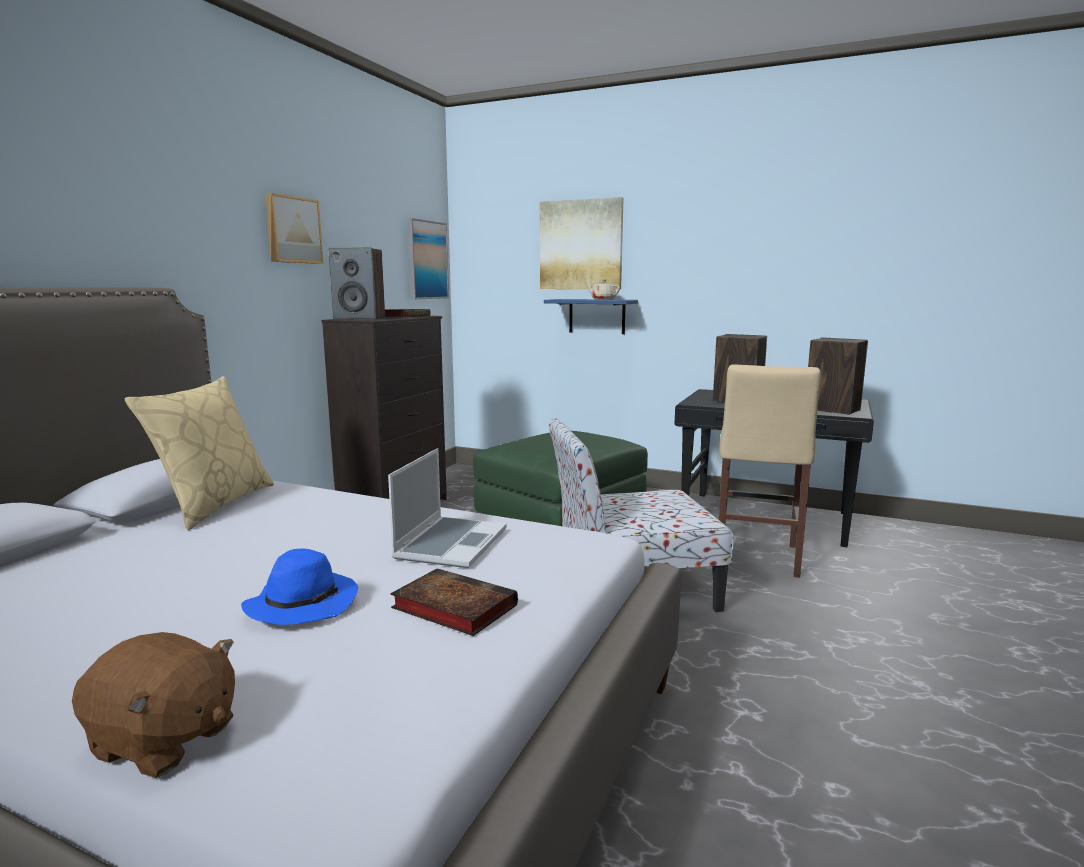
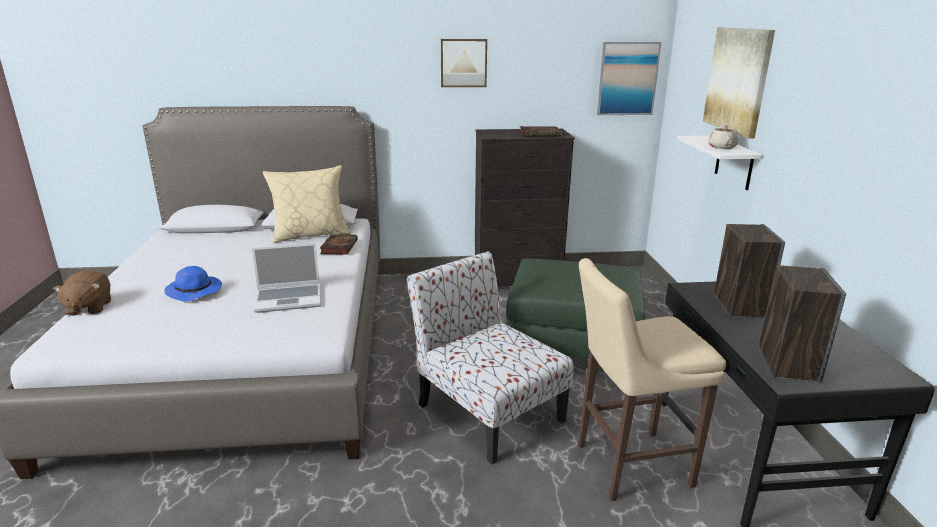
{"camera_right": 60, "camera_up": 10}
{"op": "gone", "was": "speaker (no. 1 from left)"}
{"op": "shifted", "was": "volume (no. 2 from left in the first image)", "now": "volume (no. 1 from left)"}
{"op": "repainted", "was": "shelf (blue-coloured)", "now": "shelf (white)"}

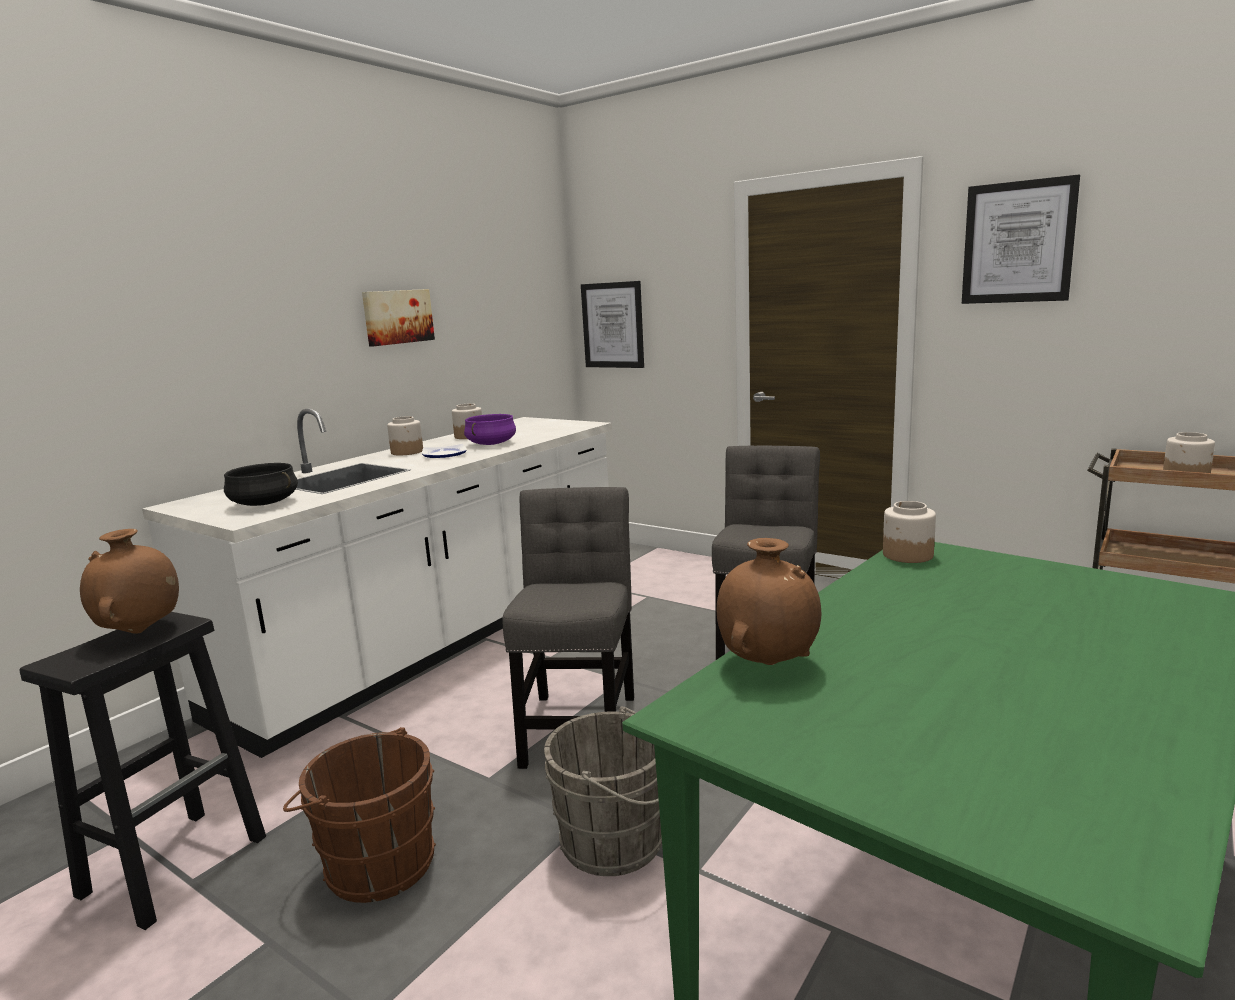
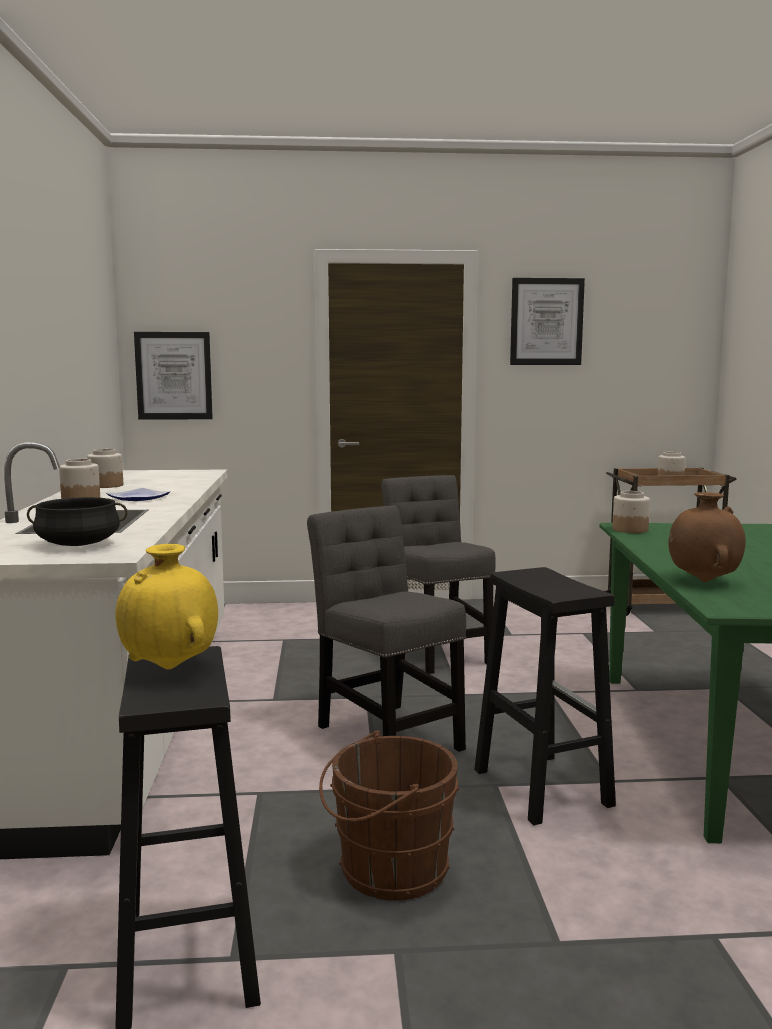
{"camera_right": -40, "camera_up": -5}
{"op": "gone", "was": "picture (no. 1 from left)"}
{"op": "gone", "was": "saucepot (purple-coloured)"}
{"op": "swapped", "was": "pail (greyish)", "now": "sitting stool (black-coloured) (no. 2 from left)"}
{"op": "repainted", "was": "vase (brownish) (no. 1 from left)", "now": "vase (yellow)"}

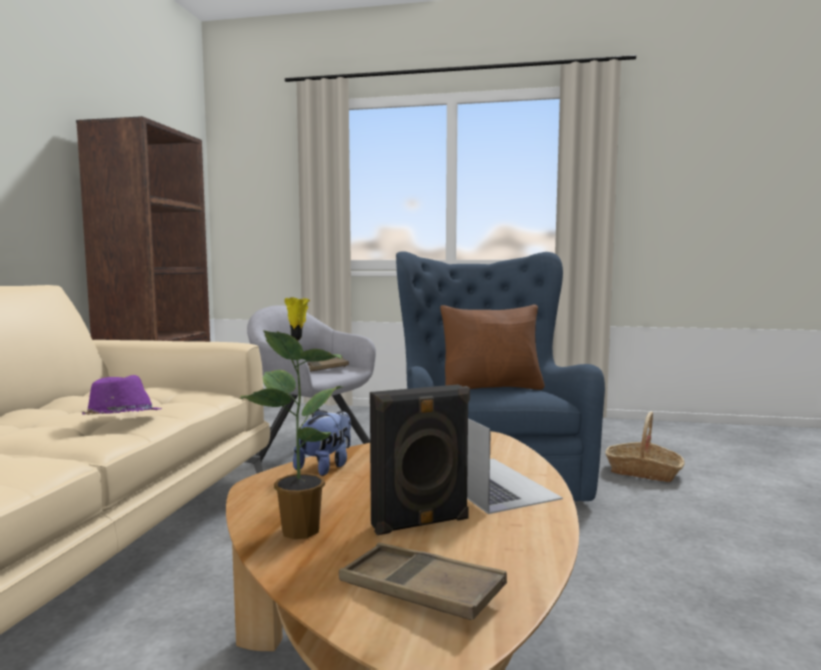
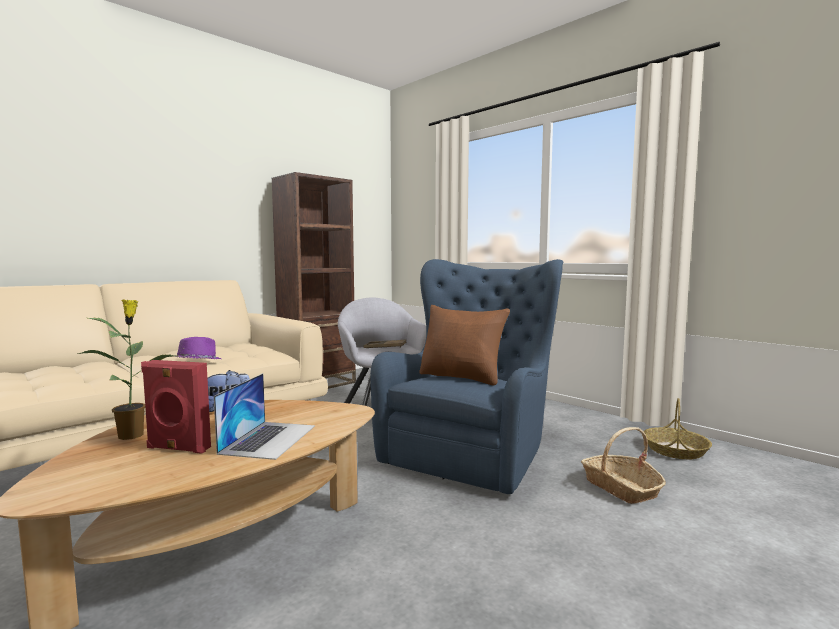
{"camera_right": 35, "camera_up": 0}
{"op": "gone", "was": "serving tray (brownish) (no. 2 from left)"}
{"op": "new", "now": "storage basket (no. 2 from left)"}
{"op": "repainted", "was": "speaker (black-coloured)", "now": "speaker (red-coloured)"}

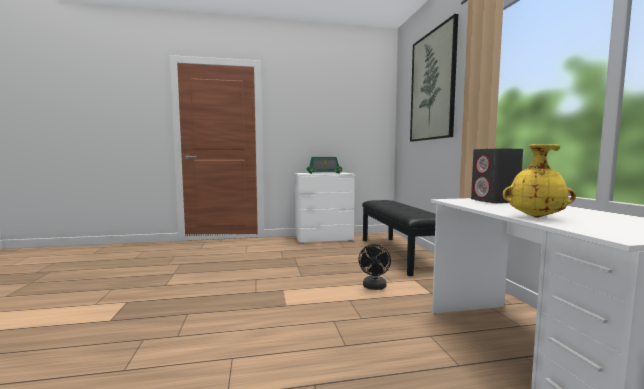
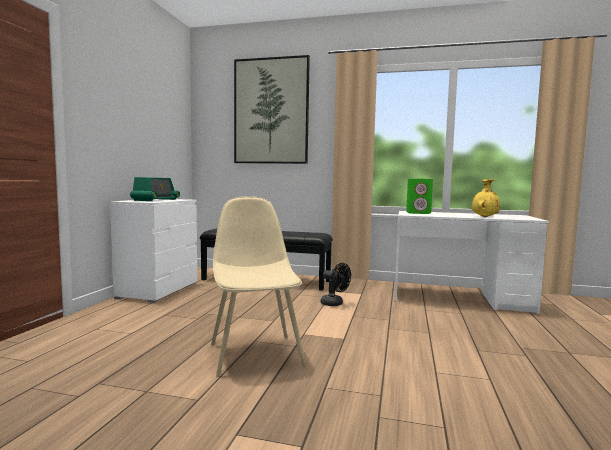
{"camera_right": -65, "camera_up": 0}
{"op": "new", "now": "chair (sand-coloured)"}
{"op": "repainted", "was": "speaker (greyish)", "now": "speaker (greenish)"}

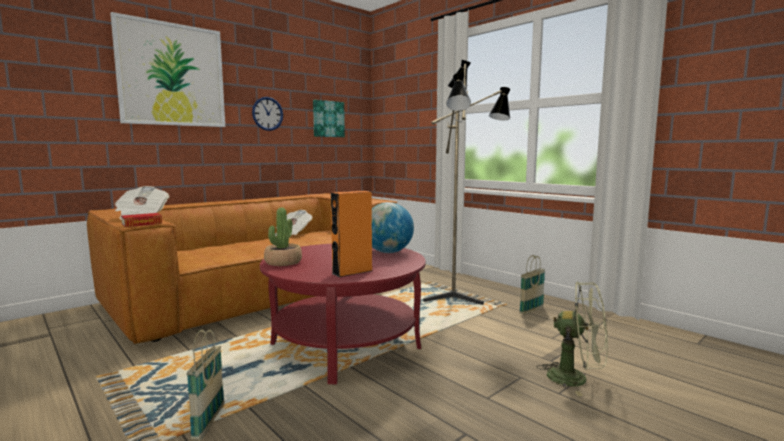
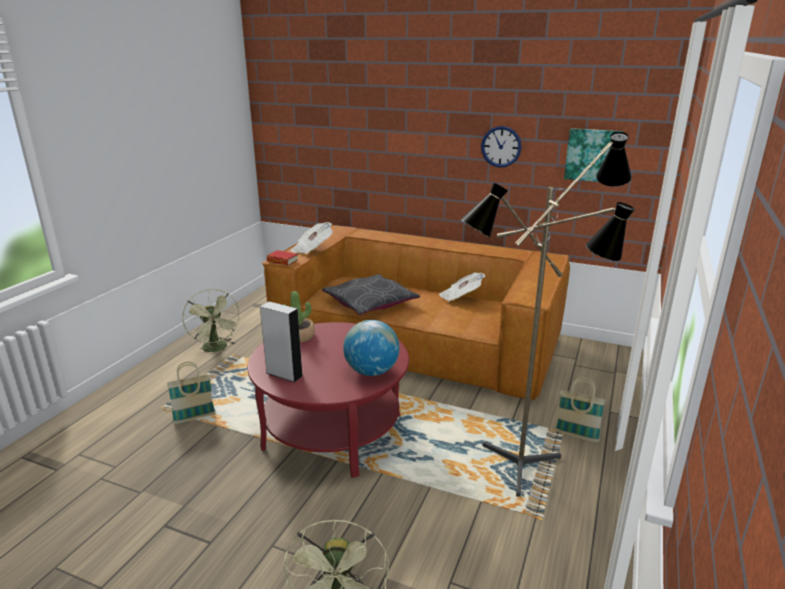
{"camera_right": 65, "camera_up": 15}
{"op": "gone", "was": "picture (no. 1 from left)"}
{"op": "new", "now": "electric fan (greenish) (no. 1 from left)"}
{"op": "new", "now": "pillow (greyish)"}
{"op": "shifted", "was": "storage basket (no. 2 from left)"}
{"op": "repainted", "was": "speaker (orange-coloured)", "now": "speaker (greyish)"}

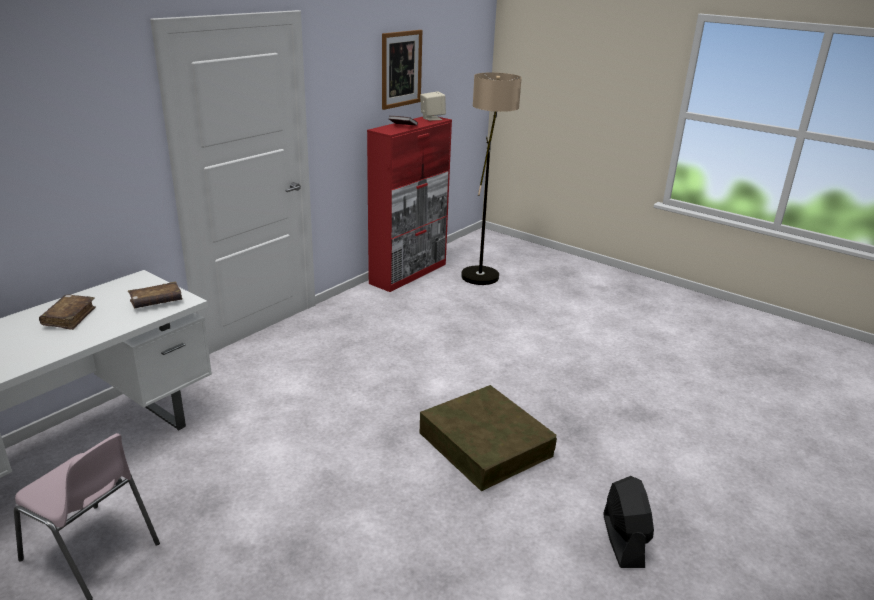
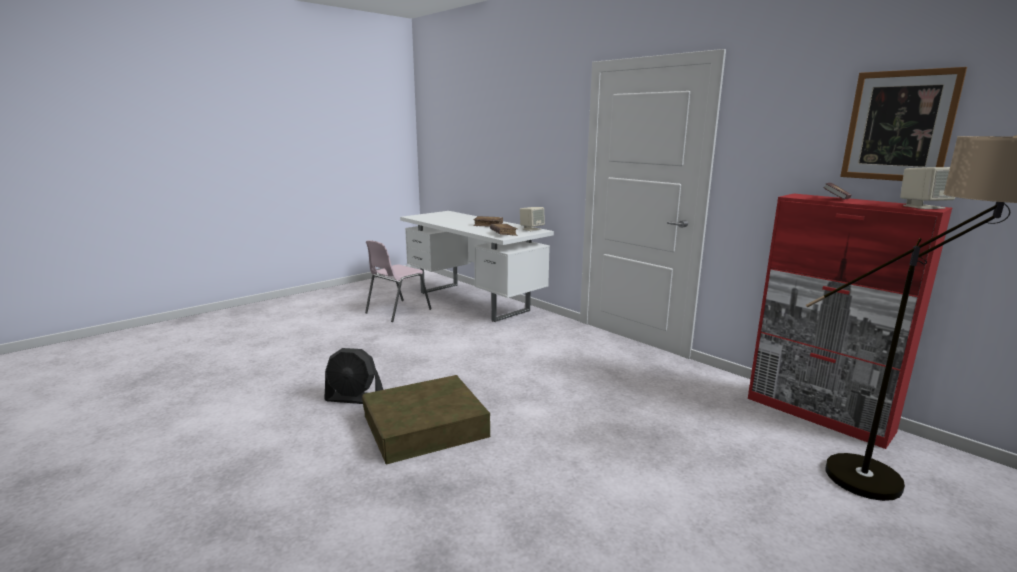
{"camera_right": 100, "camera_up": -10}
{"op": "new", "now": "speaker (sand-coloured) (no. 1 from left)"}
{"op": "shifted", "was": "electric fan (black-coloured)"}

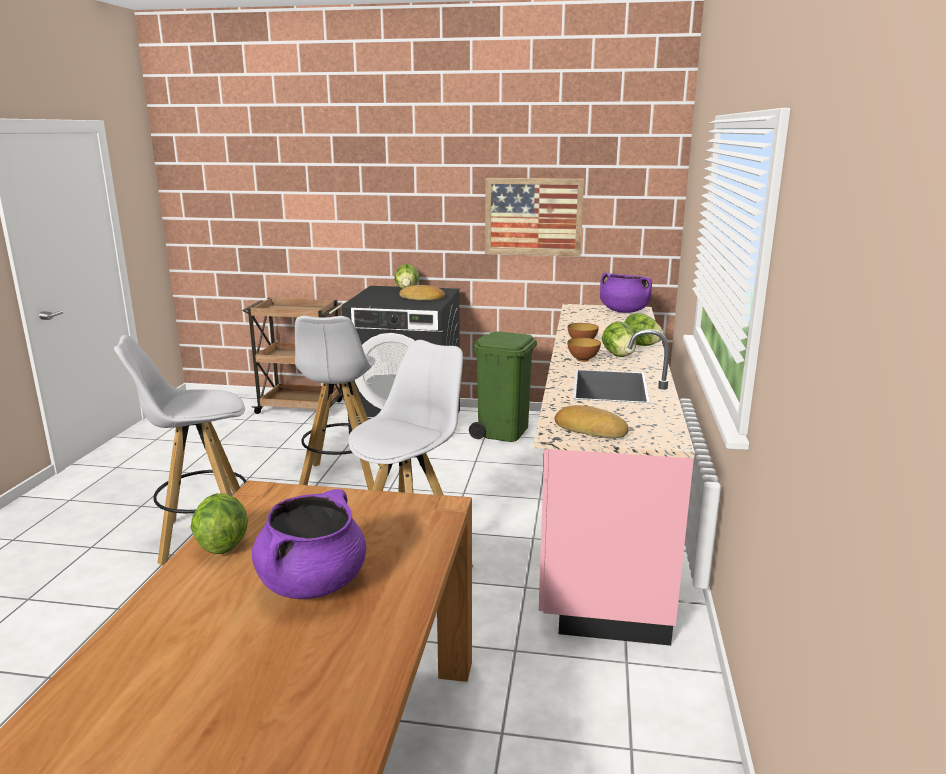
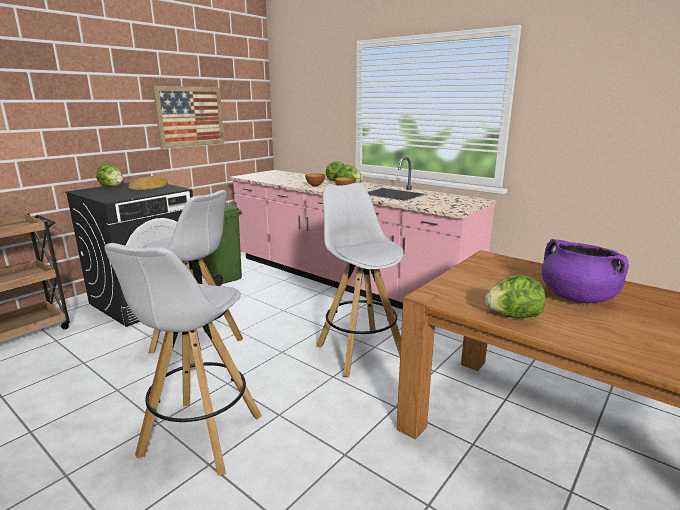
{"camera_right": -60, "camera_up": 0}
{"op": "gone", "was": "bakery bread (no. 2 from left)"}
{"op": "gone", "was": "saucepot (purple-coloured) (no. 2 from left)"}

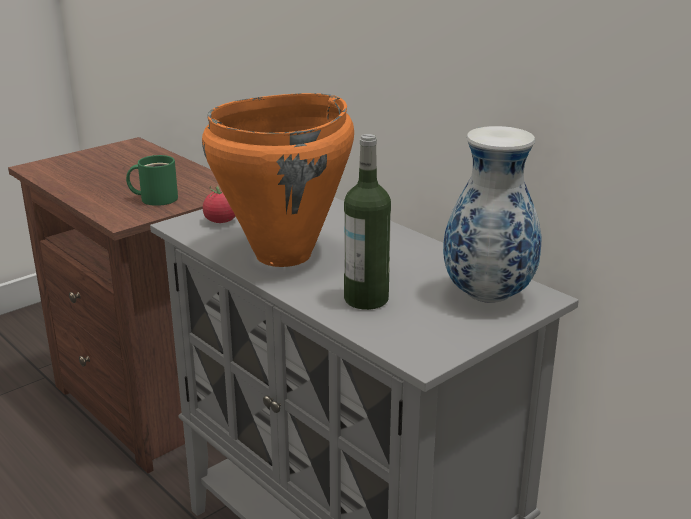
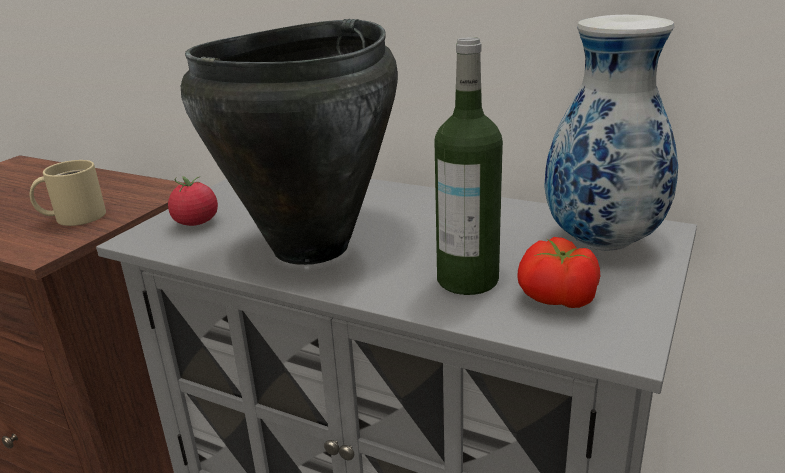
{"camera_right": -20, "camera_up": 0}
{"op": "new", "now": "tomato (no. 2 from left)"}
{"op": "repainted", "was": "tea mug (greenish)", "now": "tea mug (sand-coloured)"}
{"op": "repainted", "was": "saucepot (orange-coloured)", "now": "saucepot (black-coloured)"}

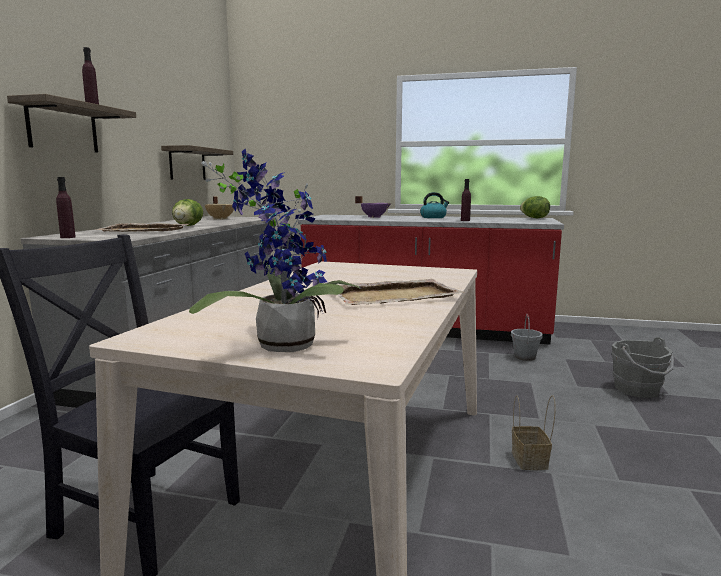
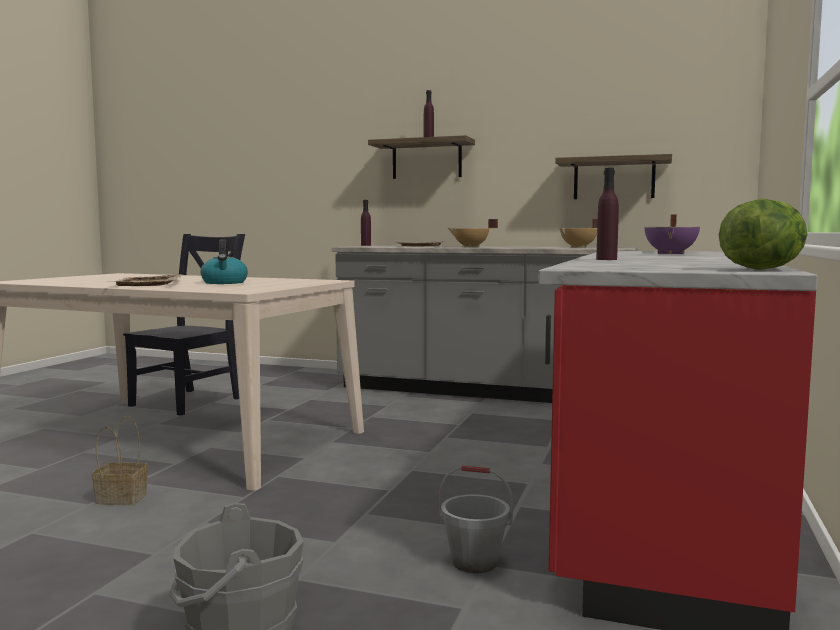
{"camera_right": 95, "camera_up": -5}
{"op": "gone", "was": "houseplant"}
{"op": "shifted", "was": "tea kettle"}
{"op": "swapped", "was": "lettuce (no. 1 from left)", "now": "saucepot (sand-coloured) (no. 1 from left)"}

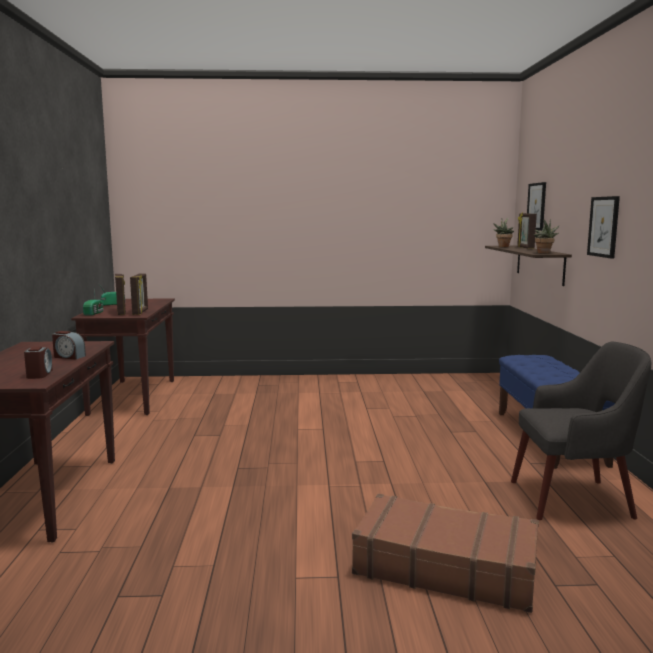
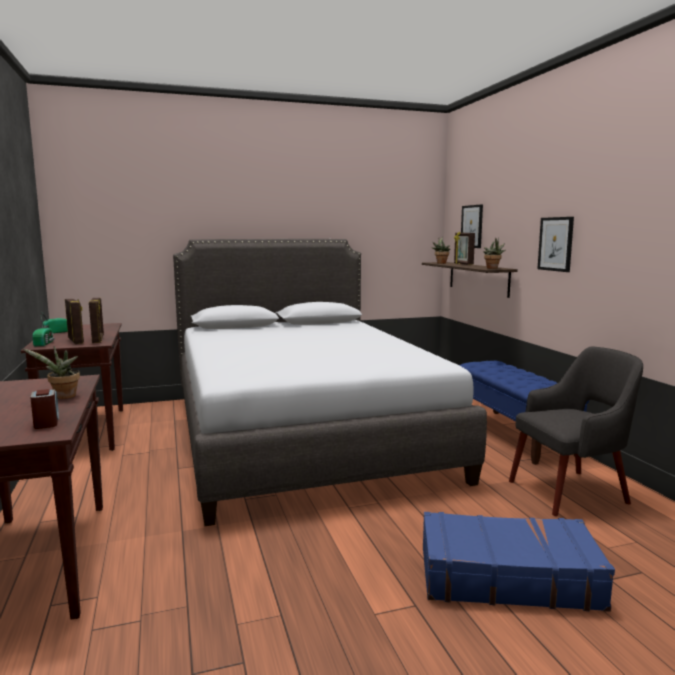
{"camera_right": -15, "camera_up": 0}
{"op": "new", "now": "bedroom bed (greyish)"}
{"op": "swapped", "was": "alarm clock (no. 2 from left)", "now": "houseplant (no. 1 from left)"}
{"op": "repainted", "was": "travel case (brownish)", "now": "travel case (blue-coloured)"}

